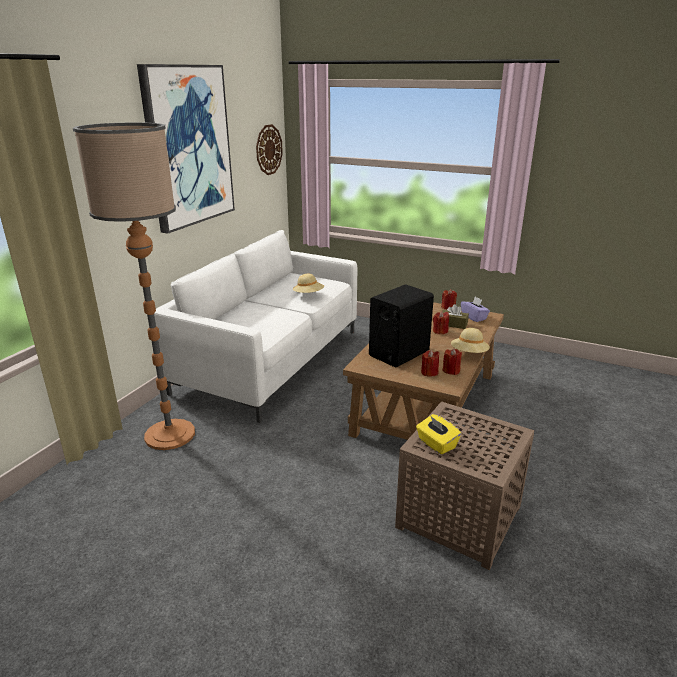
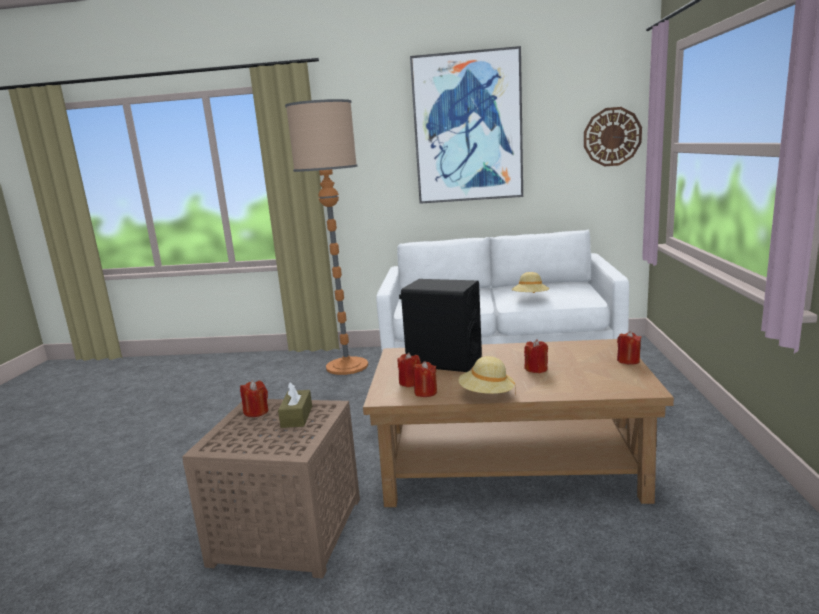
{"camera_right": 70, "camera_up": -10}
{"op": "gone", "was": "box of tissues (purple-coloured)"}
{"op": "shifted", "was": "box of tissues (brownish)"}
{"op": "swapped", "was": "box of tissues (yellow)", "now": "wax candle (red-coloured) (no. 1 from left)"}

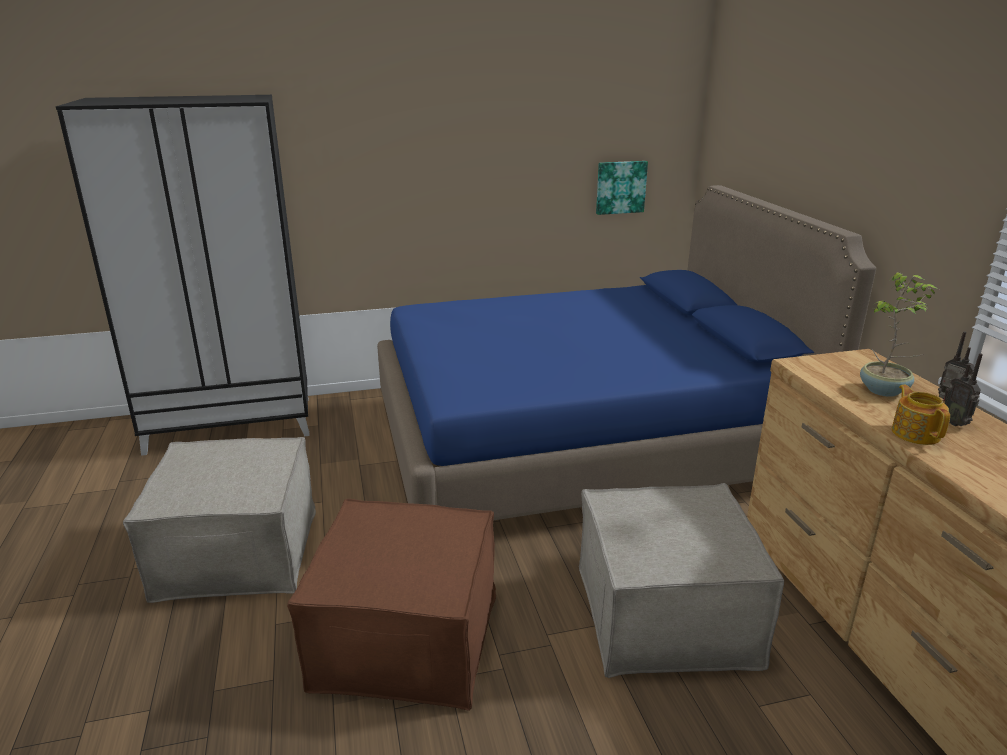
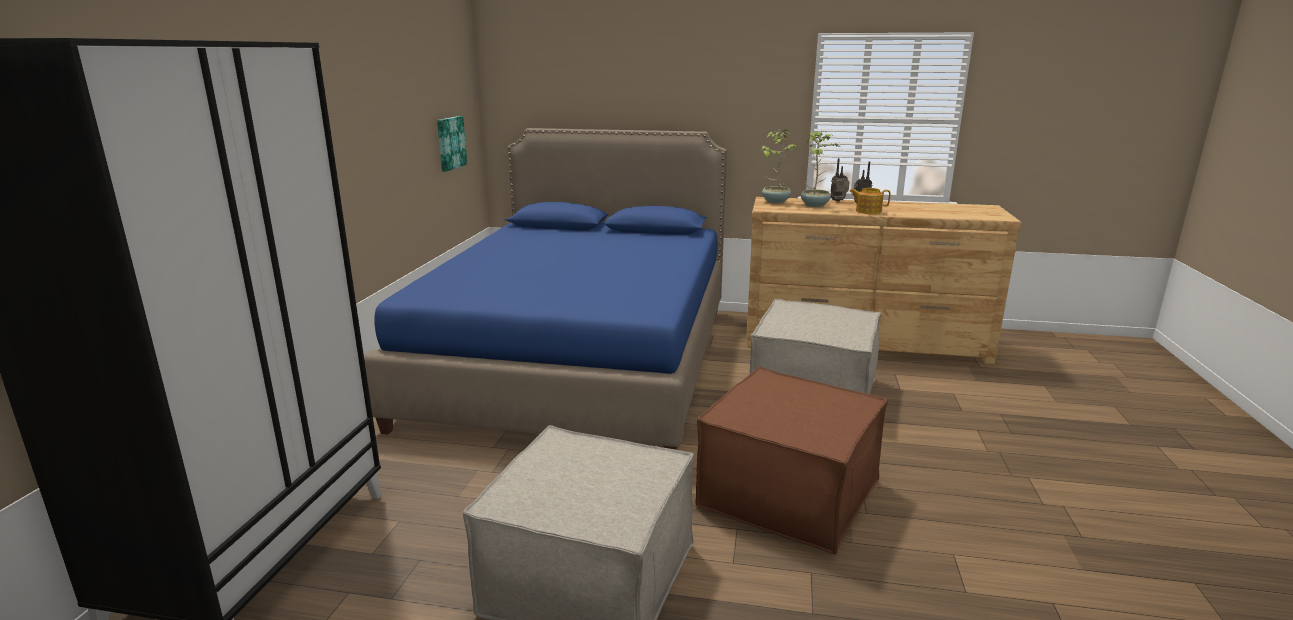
{"camera_right": -65, "camera_up": -5}
{"op": "new", "now": "houseplant (no. 1 from left)"}

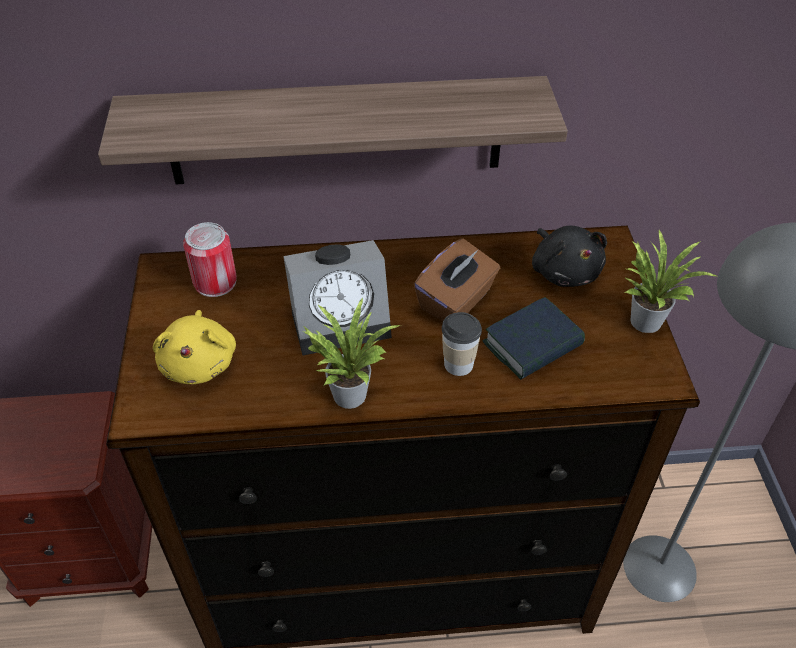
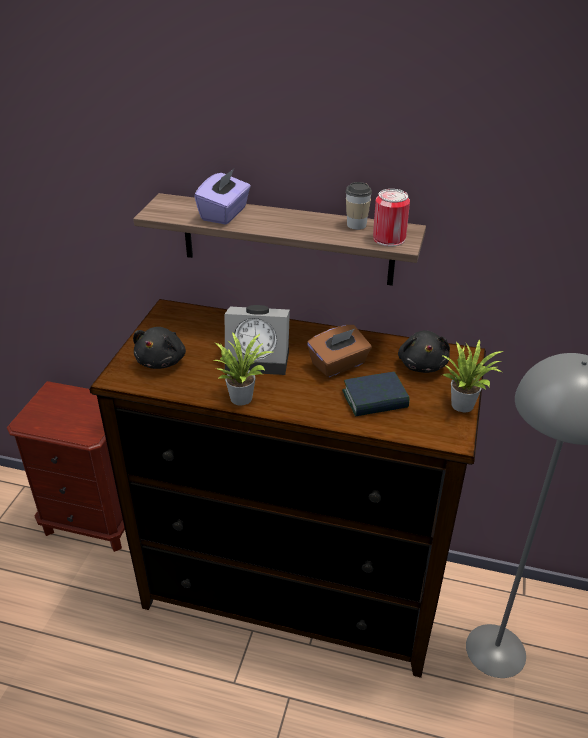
{"camera_right": 20, "camera_up": -10}
{"op": "new", "now": "box of tissues (purple-coloured)"}
{"op": "shifted", "was": "metal can"}
{"op": "shifted", "was": "small cup"}
{"op": "repainted", "was": "cuddly toy (yellow)", "now": "cuddly toy (black-coloured) (no. 1 from left)"}

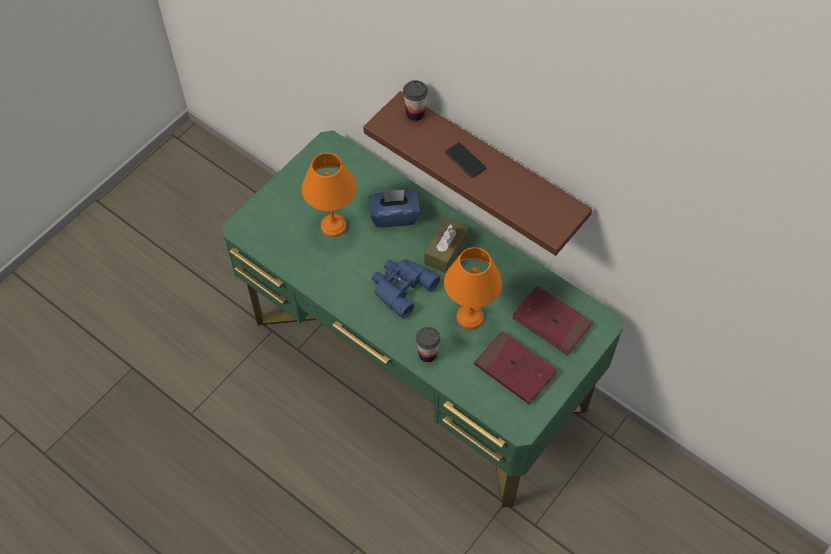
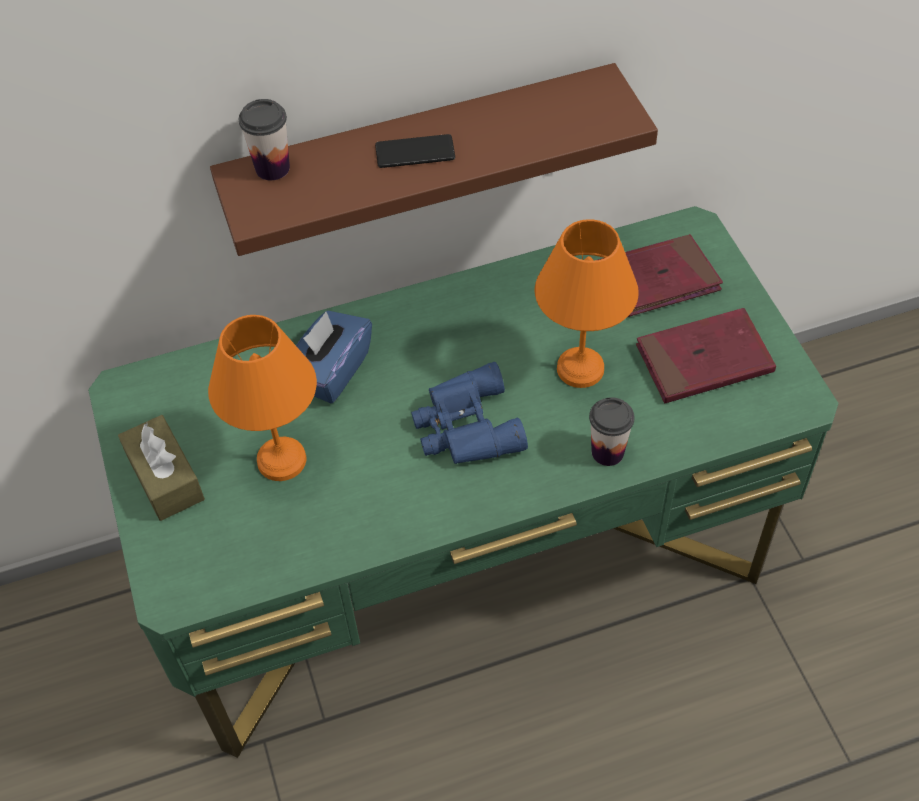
{"camera_right": -55, "camera_up": -5}
{"op": "shifted", "was": "box of tissues (brownish)"}

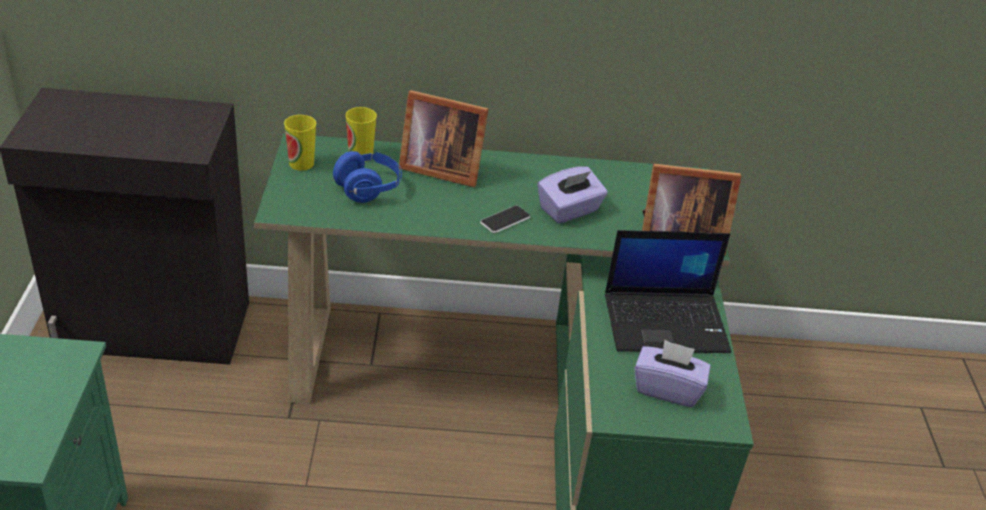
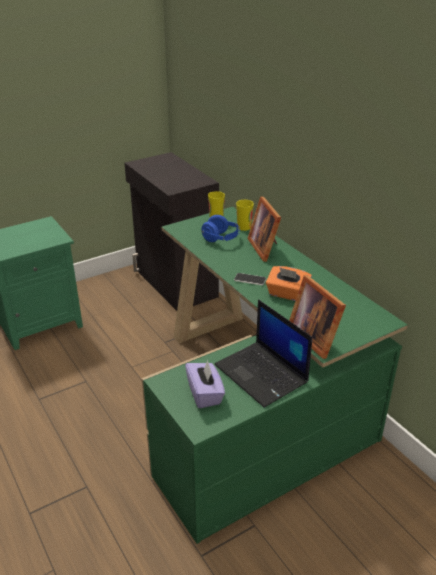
{"camera_right": 60, "camera_up": -5}
{"op": "repainted", "was": "box of tissues (purple-coloured) (no. 1 from left)", "now": "box of tissues (orange-coloured)"}

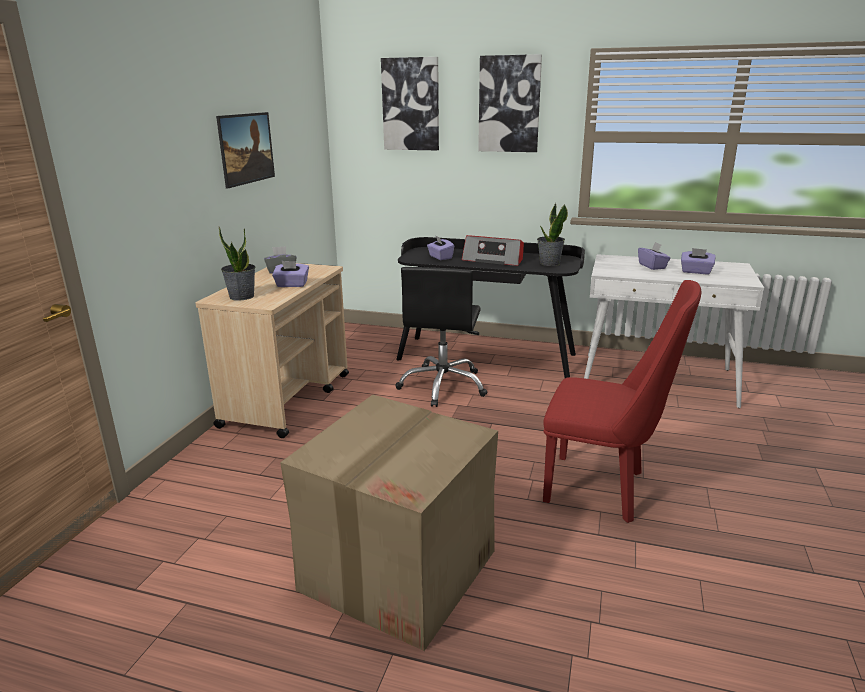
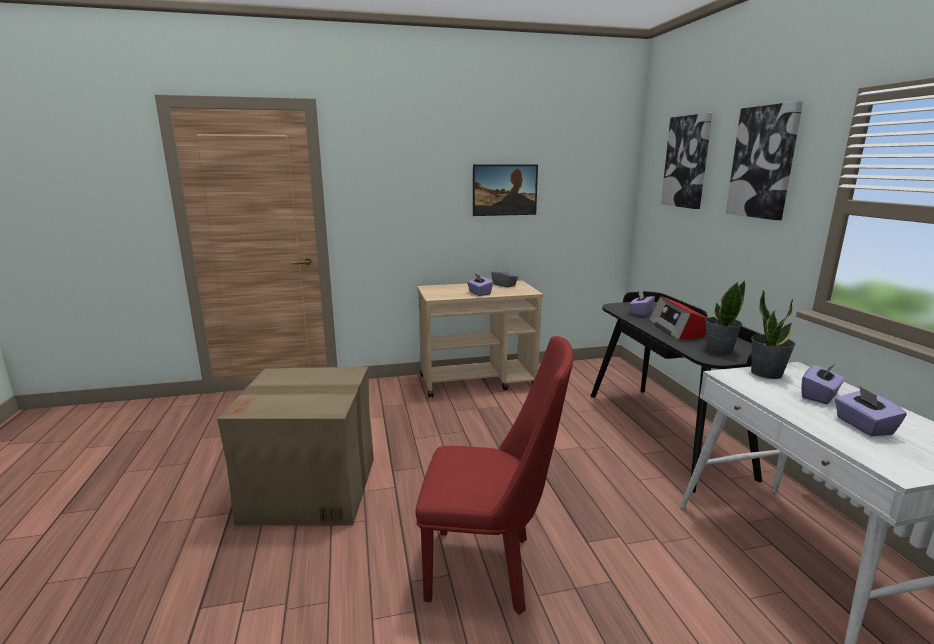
{"camera_right": 60, "camera_up": -5}
{"op": "gone", "was": "office chair (black-coloured)"}
{"op": "shifted", "was": "houseplant (no. 1 from left in the first image)", "now": "houseplant (no. 2 from left)"}
{"op": "rotated", "was": "chair (red-coloured)", "clockwise": -75}

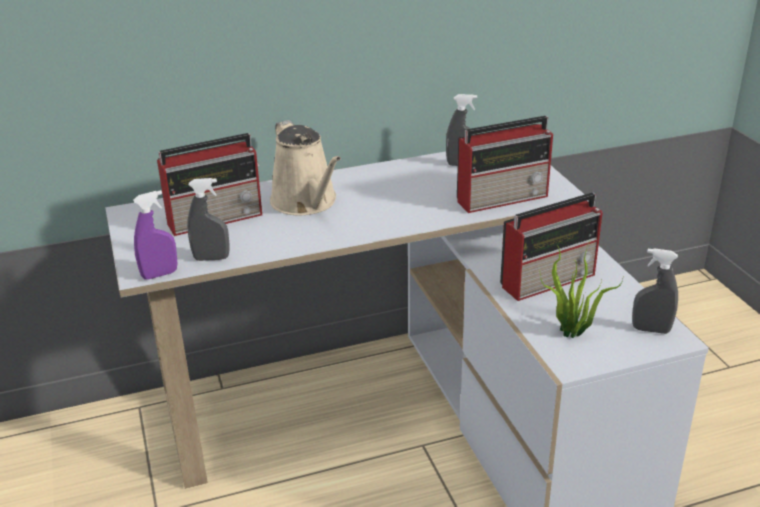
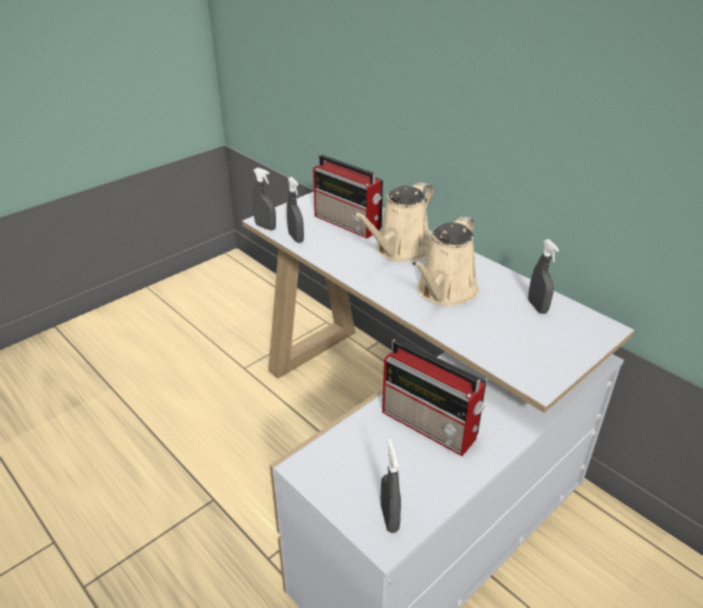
{"camera_right": 65, "camera_up": 5}
{"op": "gone", "was": "radio set (no. 2 from left)"}
{"op": "gone", "was": "houseplant"}
{"op": "new", "now": "watering can (sand-coloured) (no. 2 from left)"}
{"op": "repainted", "was": "sprayer (purple-coloured)", "now": "sprayer (greyish) (no. 1 from left)"}

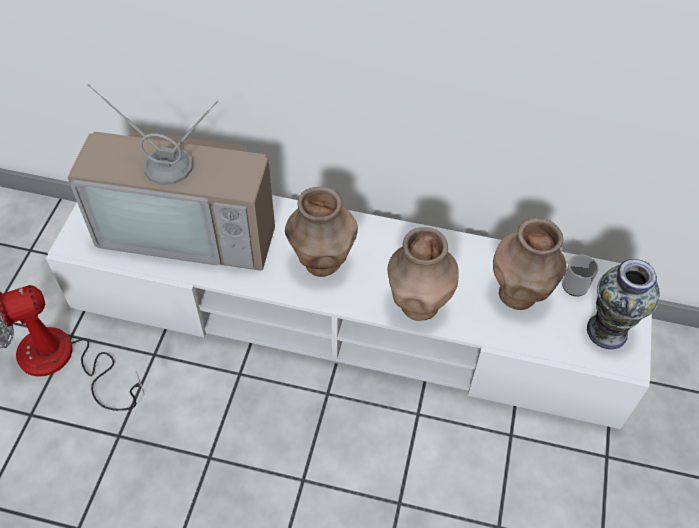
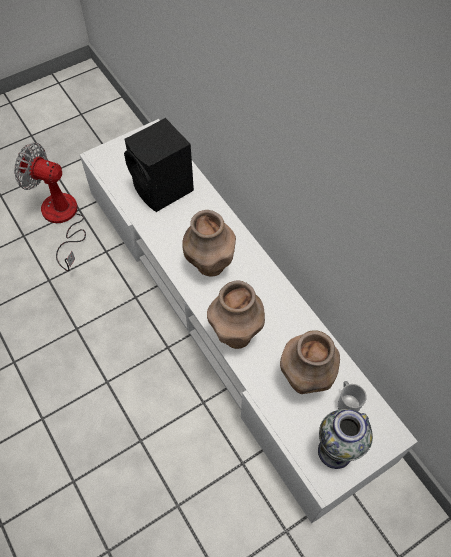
{"camera_right": 45, "camera_up": 5}
{"op": "swapped", "was": "TV", "now": "speaker (black-coloured)"}

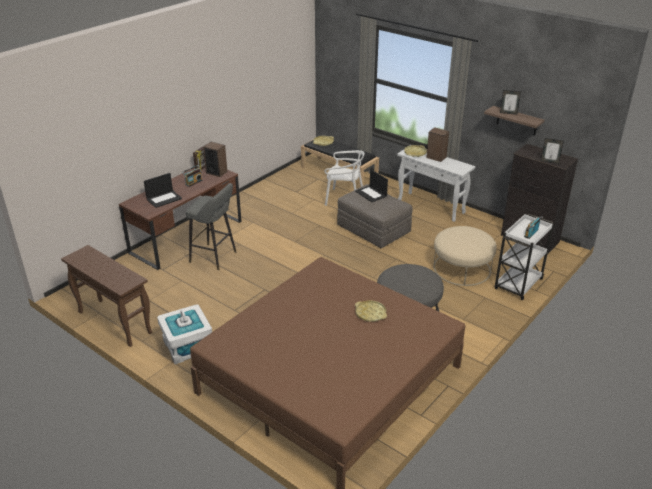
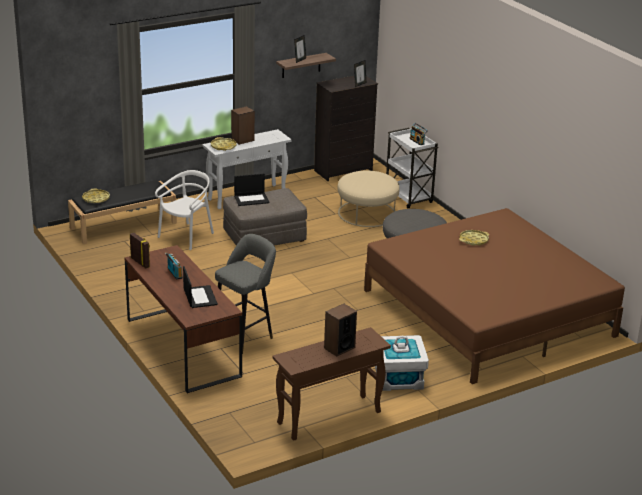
{"camera_right": -70, "camera_up": -5}
{"op": "shifted", "was": "speaker (no. 1 from left in the first image)", "now": "speaker (no. 2 from left)"}

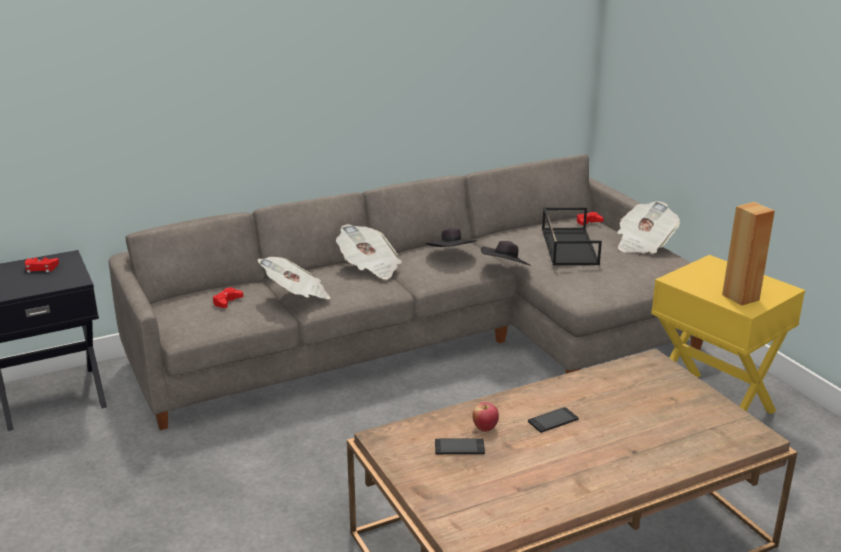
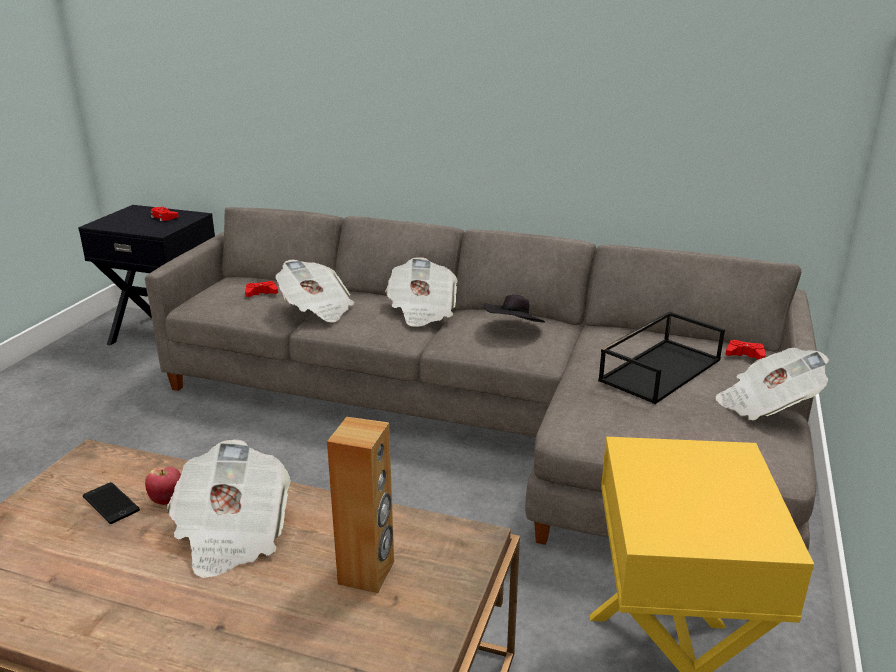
{"camera_right": 45, "camera_up": 0}
{"op": "gone", "was": "hat (black-coloured) (no. 2 from left)"}
{"op": "shifted", "was": "speaker (brownish)"}
{"op": "swapped", "was": "handset (no. 2 from left)", "now": "printed paper (no. 1 from left)"}

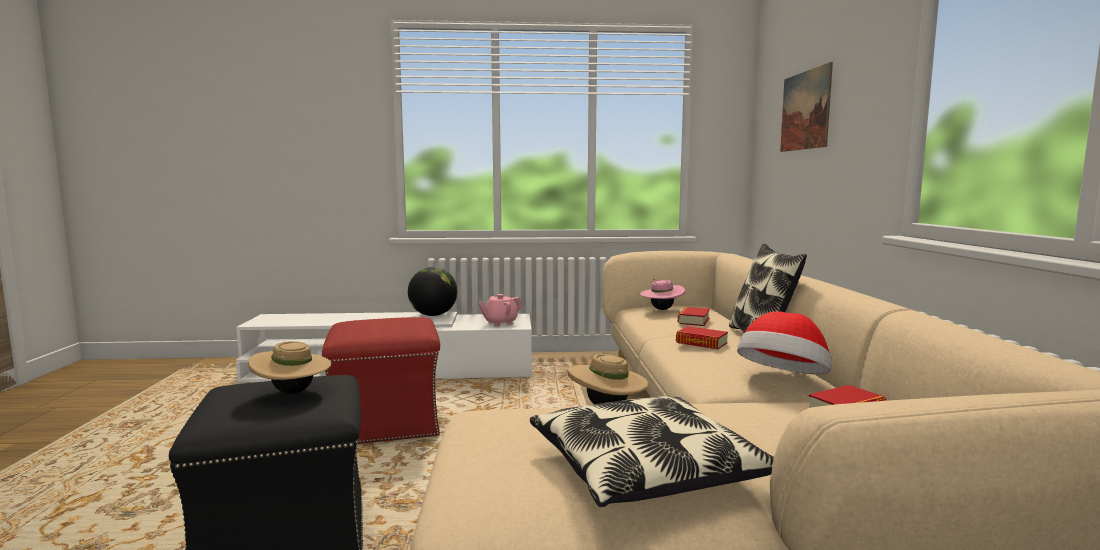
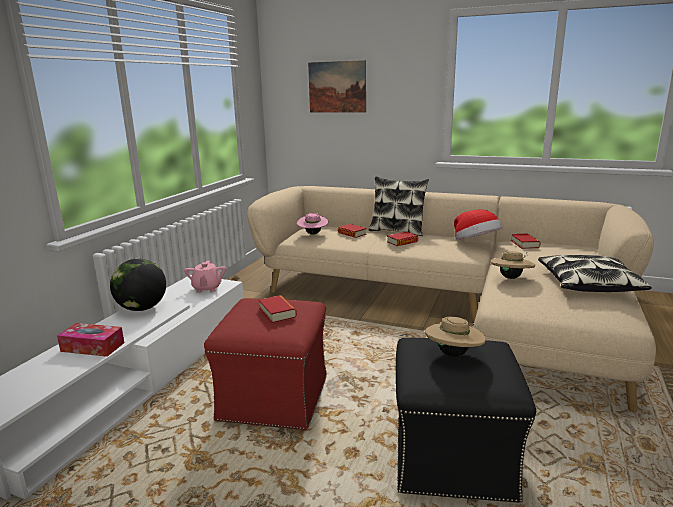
{"camera_right": -65, "camera_up": 10}
{"op": "new", "now": "box of tissues"}
{"op": "new", "now": "volume (no. 1 from left)"}

